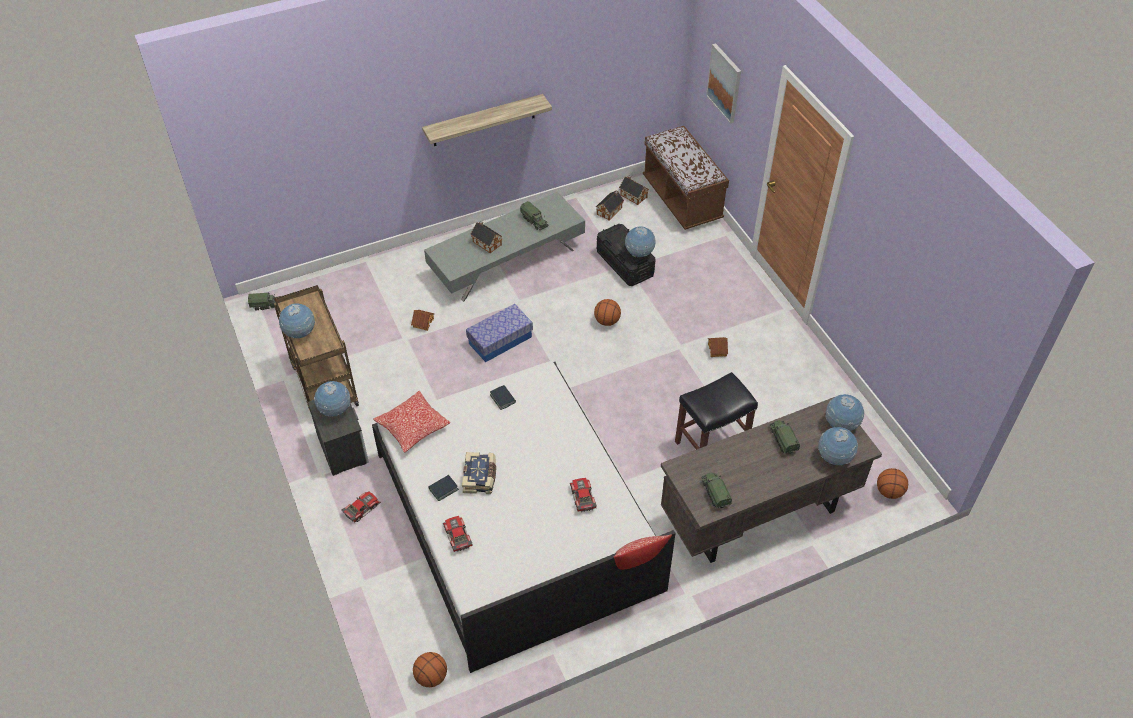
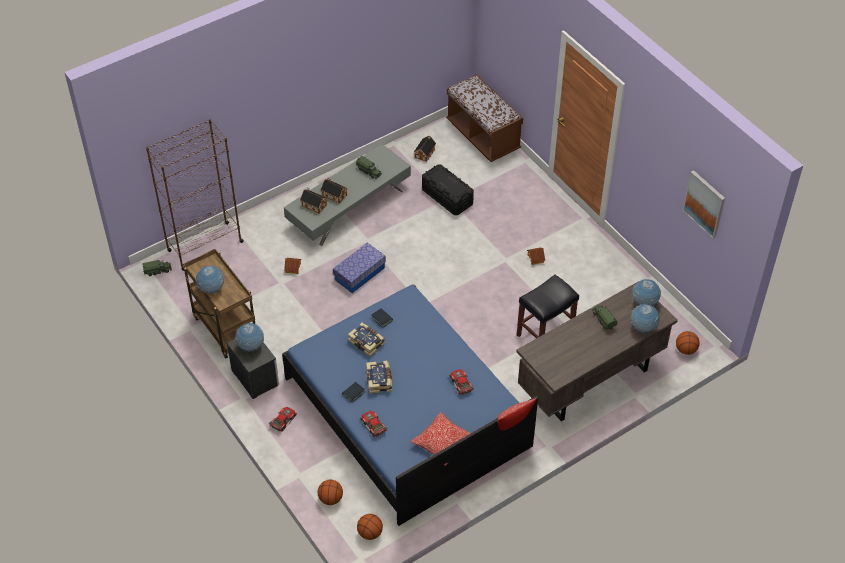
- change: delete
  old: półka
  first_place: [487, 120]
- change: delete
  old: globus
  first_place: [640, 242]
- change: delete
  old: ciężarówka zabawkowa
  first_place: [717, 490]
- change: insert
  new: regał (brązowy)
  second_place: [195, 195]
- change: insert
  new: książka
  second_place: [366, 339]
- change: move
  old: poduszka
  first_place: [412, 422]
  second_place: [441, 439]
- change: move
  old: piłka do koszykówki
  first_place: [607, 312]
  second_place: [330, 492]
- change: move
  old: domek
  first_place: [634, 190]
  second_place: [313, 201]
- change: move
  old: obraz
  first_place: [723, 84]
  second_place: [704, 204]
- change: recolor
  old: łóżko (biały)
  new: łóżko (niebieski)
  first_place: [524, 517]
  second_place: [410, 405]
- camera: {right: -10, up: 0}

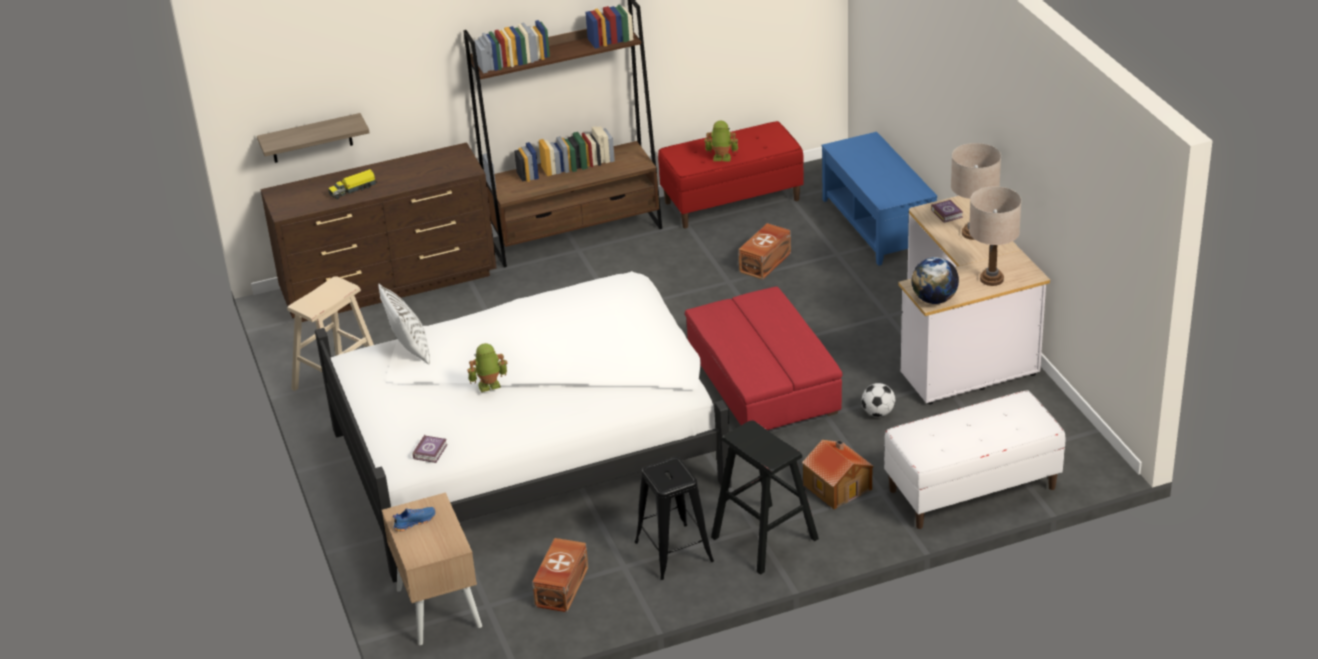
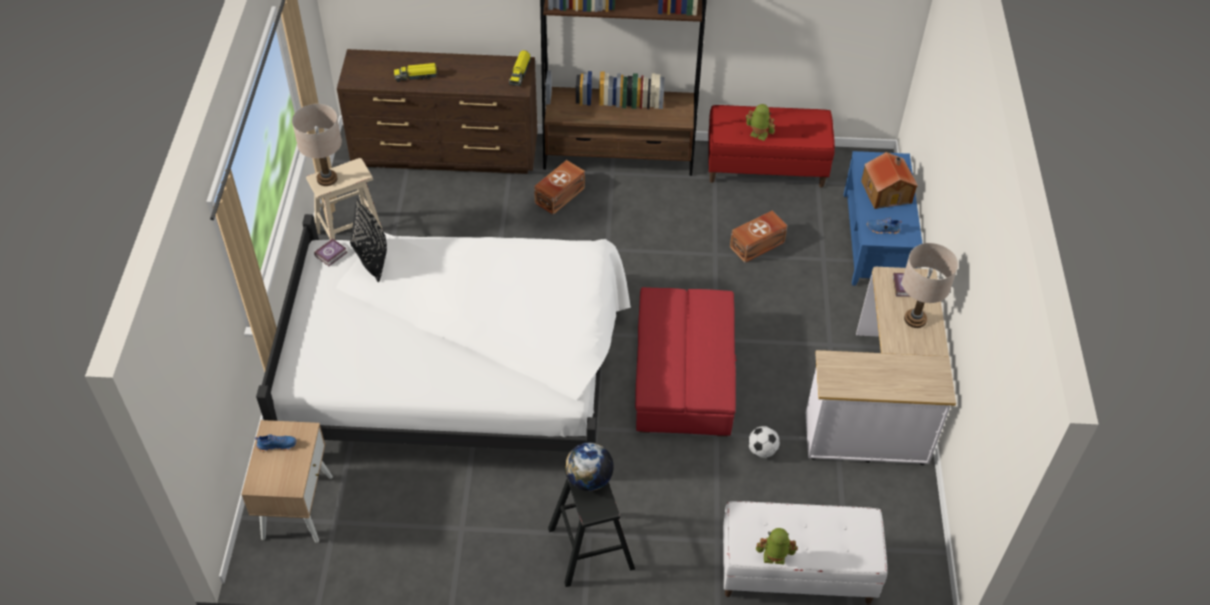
- change: delete
  old: półka
  first_place: [313, 138]
- change: delete
  old: stołek (czarny)
  first_place: [674, 518]
- change: insert
  new: ciężarówka zabawkowa
  second_place: [520, 68]
- change: insert
  new: but (niebieski)
  second_place: [884, 226]
- change: move
  old: książka
  first_place: [430, 449]
  second_place: [331, 252]
- change: move
  old: robot zabawkowy
  first_place: [487, 367]
  second_place: [777, 546]
- change: move
  old: pojemnik do przechowywania (brązowy)
  first_place: [560, 575]
  second_place: [559, 187]
- change: move
  old: domek
  first_place: [837, 475]
  second_place: [889, 180]
- change: move
  old: globus
  first_place: [935, 280]
  second_place: [589, 466]
- change: move
  old: lampa stołowa (beżowy)
  first_place: [995, 236]
  second_place: [317, 145]
- change: recolor
  old: poduszka (biały)
  new: poduszka (czarny)
  first_place: [404, 324]
  second_place: [368, 240]
- camera: {right: 20, up: 15}

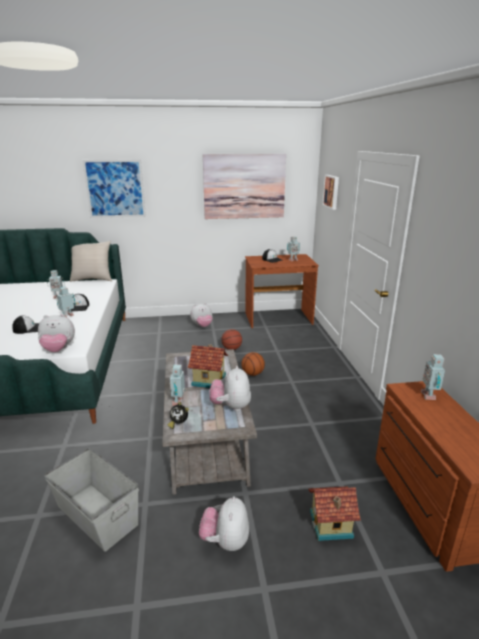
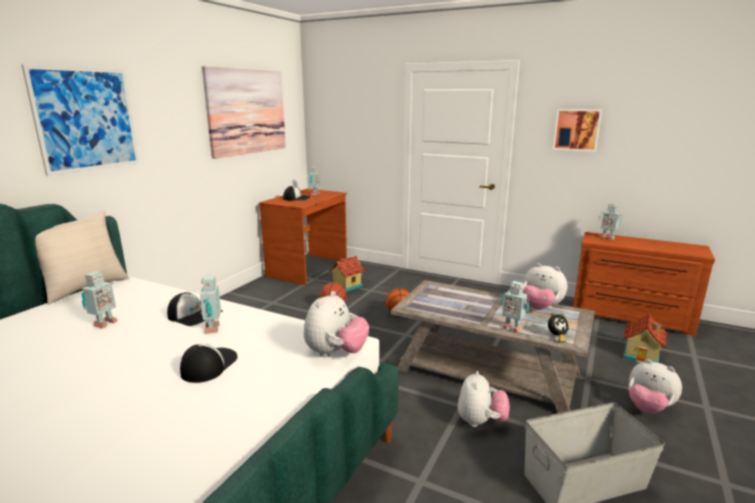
- change: move
  old: domek
  first_place: [208, 366]
  second_place: [347, 274]
- change: move
  old: pluszak
  first_place: [201, 315]
  second_place: [484, 399]
- change: move
  old: obraz
  first_place: [331, 192]
  second_place: [577, 130]
- camera: {right: -55, up: -5}

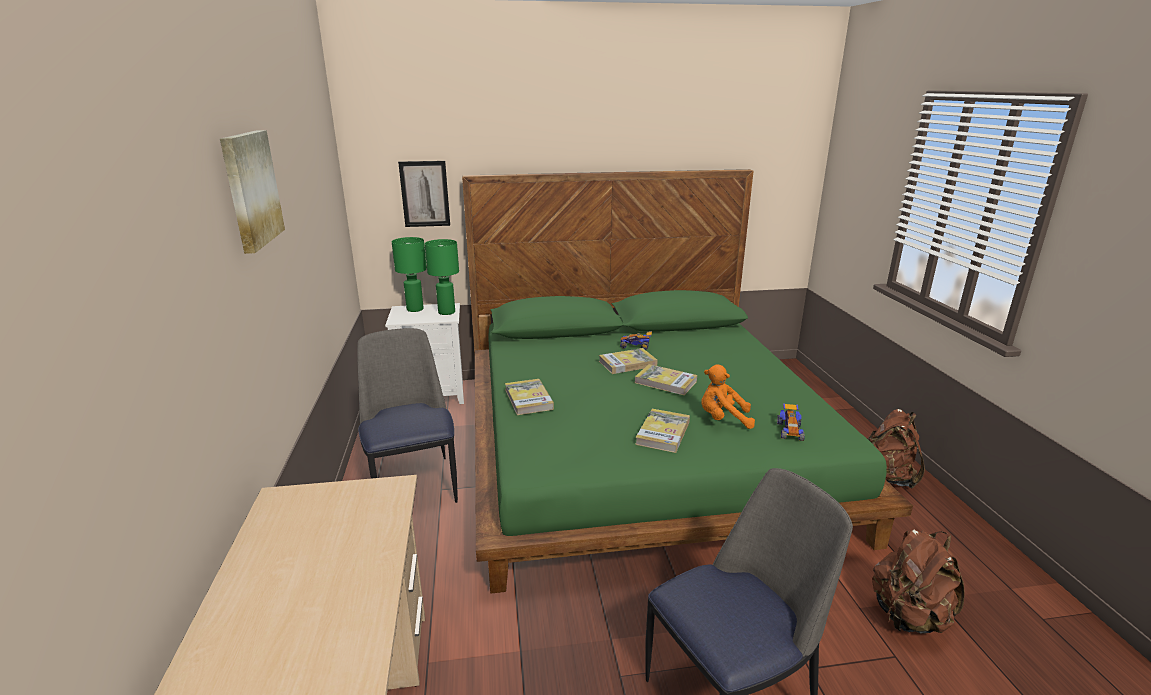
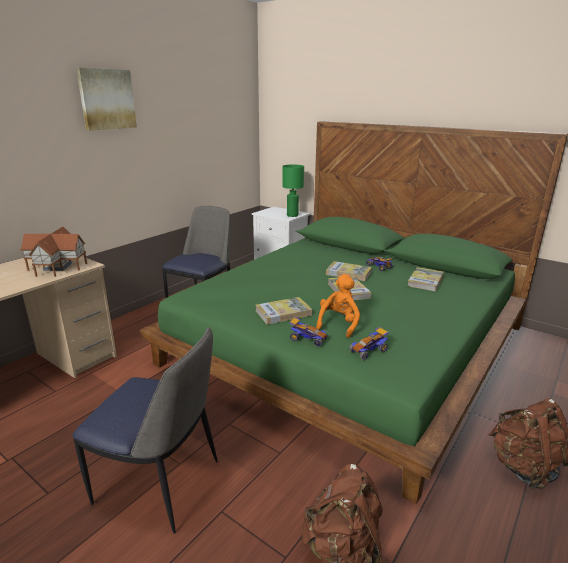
- change: delete
  old: lampa stołowa (zielony)
  first_place: [409, 274]
- change: delete
  old: obraz
  first_place: [424, 194]
- change: insert
  new: domek
  second_place: [53, 252]
- change: insert
  new: samochodzik
  second_place: [308, 332]
- change: move
  old: książka
  first_place: [529, 397]
  second_place: [425, 279]
- change: rotate
  old: pluszak (pomarańczowy)
  first_place: [728, 396]
  second_place: [338, 306]
  degrees: 60
- camera: {right: 45, up: 0}

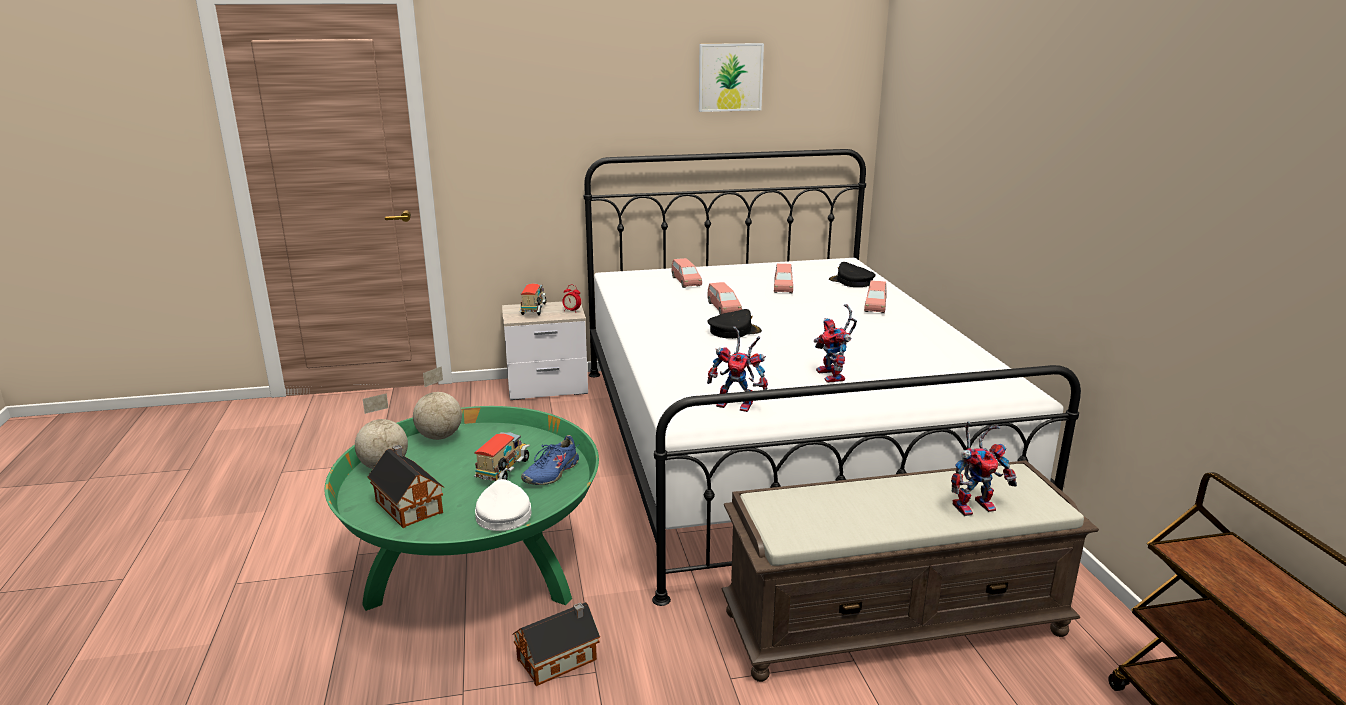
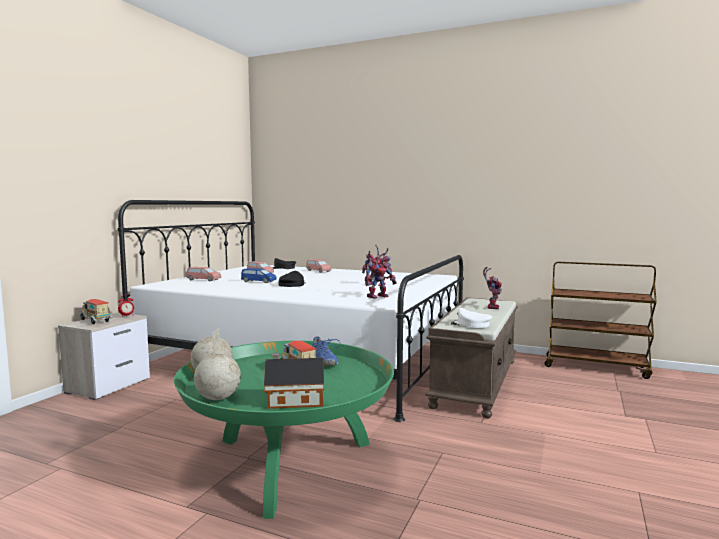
- change: delete
  old: domek
  first_place: [556, 644]
- change: delete
  old: obraz
  first_place: [731, 77]
- change: move
  old: czapka z daszkiem (biały)
  first_place: [503, 505]
  second_place: [470, 318]
- change: recolor
  old: samochodzik (różowy)
  new: samochodzik (niebieski)
  first_place: [724, 298]
  second_place: [259, 275]
- camera: {right: -55, up: -15}

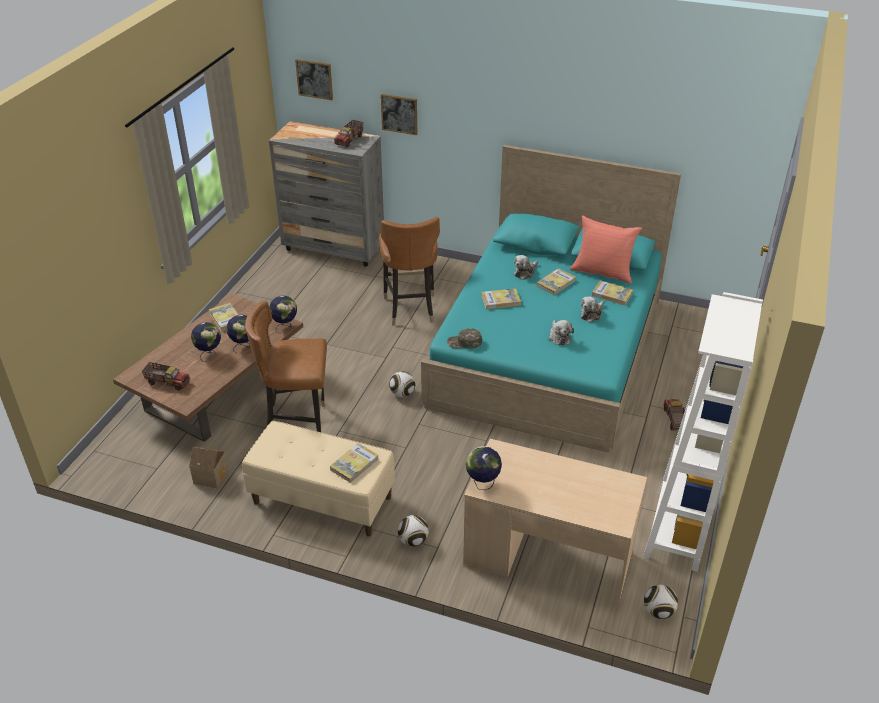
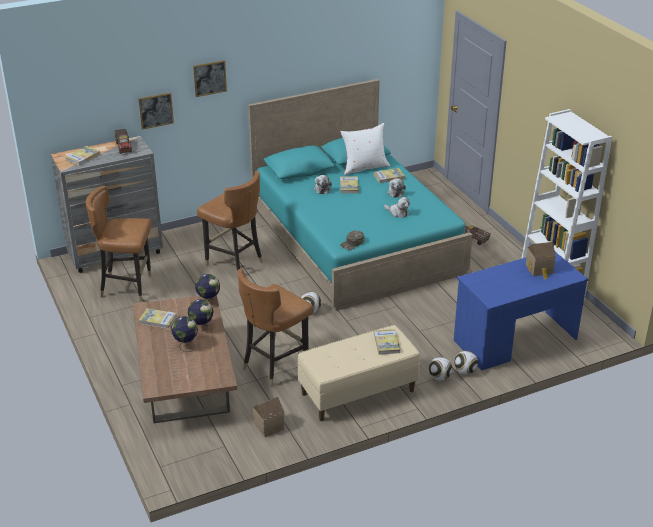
- change: delete
  old: ciężarówka zabawkowa
  first_place: [166, 376]
- change: delete
  old: globus
  first_place: [484, 468]
- change: insert
  new: krzesło (brązowy)
  second_place: [119, 244]
- change: insert
  new: domek
  second_place: [541, 260]
- change: move
  old: obraz
  first_place: [314, 79]
  second_place: [210, 78]
- change: move
  old: książka
  first_place: [501, 298]
  second_place: [83, 156]
- change: move
  old: piłka futbolowa
  first_place: [661, 602]
  second_place: [466, 362]
- change: recolor
  old: biurko (beżowy)
  new: biurko (niebieski)
  first_place: [555, 524]
  second_place: [521, 311]
- change: recolor
  old: poduszka (czerwony)
  new: poduszka (biały)
  first_place: [606, 250]
  second_place: [365, 149]
- camera: {right: -45, up: -5}

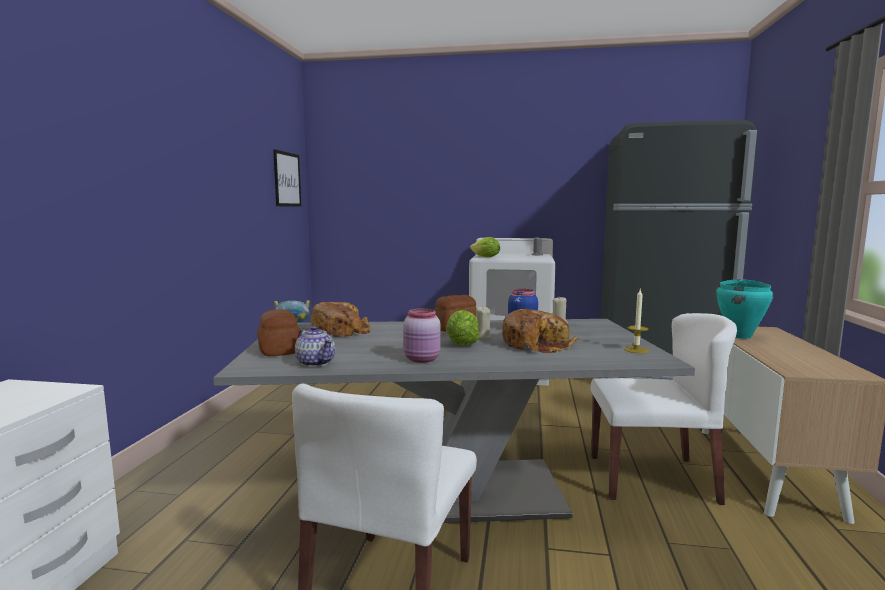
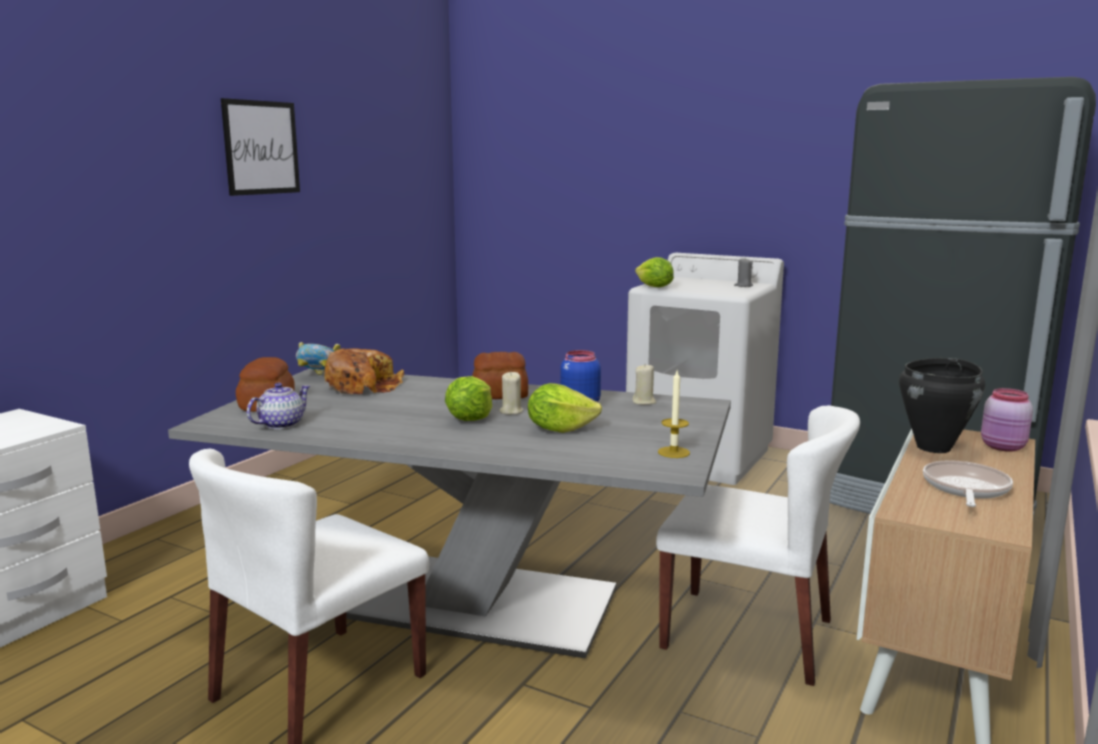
- change: insert
  new: patelnia
  second_place: [968, 483]
- change: move
  old: obraz
  first_place: [287, 178]
  second_place: [260, 147]
- change: move
  old: słoik (różowy)
  first_place: [422, 335]
  second_place: [1007, 420]
- change: replace
  old: chleb
  new: sałata
  first_place: [539, 331]
  second_place: [565, 408]
- change: recolor
  old: garnek (turkusowy)
  new: garnek (czarny)
  first_place: [744, 309]
  second_place: [942, 405]
- change: rotate
  old: imbryk
  first_place: [315, 346]
  second_place: [278, 406]
  degrees: -120
- camera: {right: 20, up: 5}

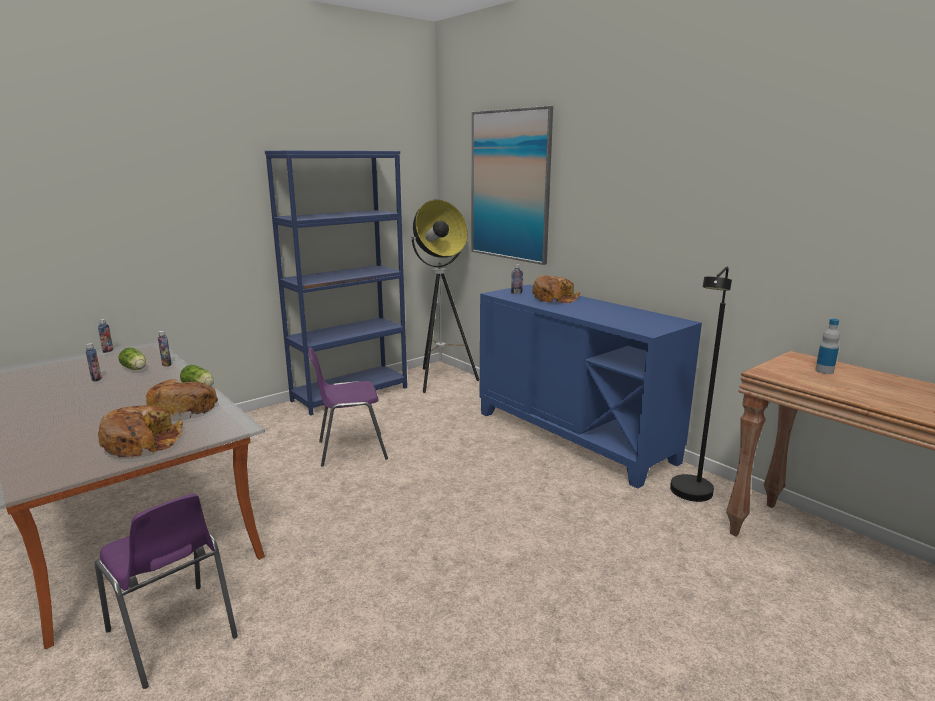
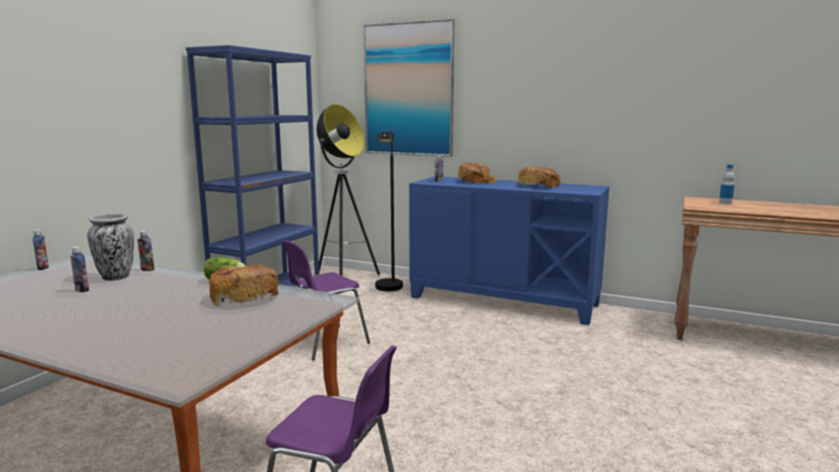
- change: move
  old: chleb
  first_place: [140, 431]
  second_place: [538, 177]
- change: move
  old: lampa stojąca (czarny)
  first_place: [701, 384]
  second_place: [389, 210]
- change: replace
  old: sałata
  new: wazon
  first_place: [132, 358]
  second_place: [110, 247]
- camera: {right: -25, up: -5}

